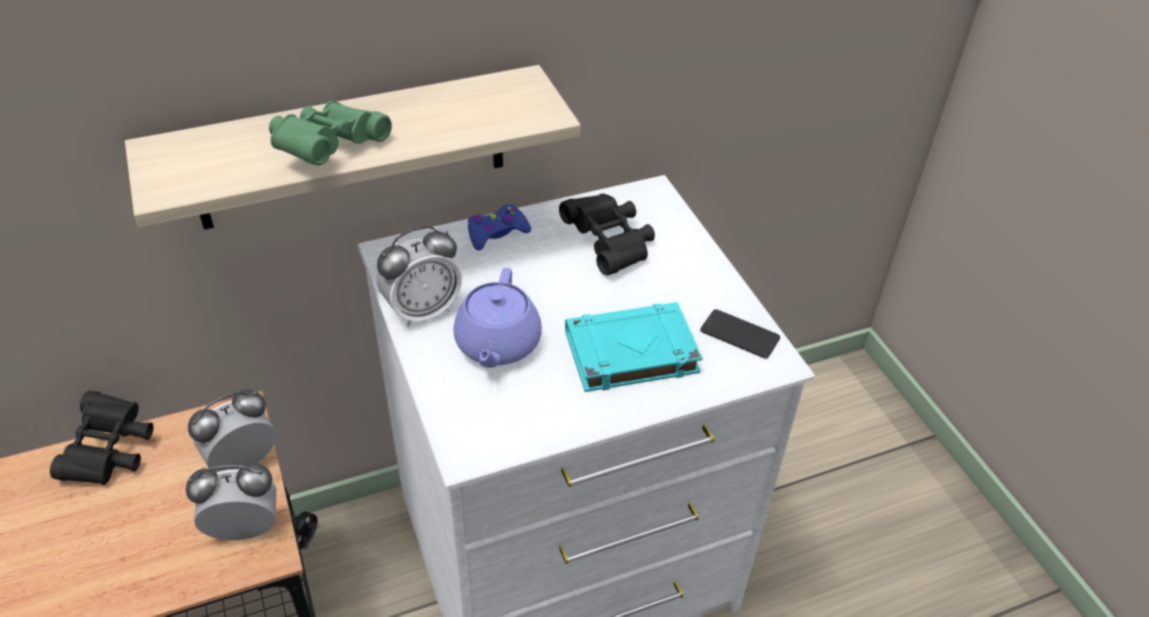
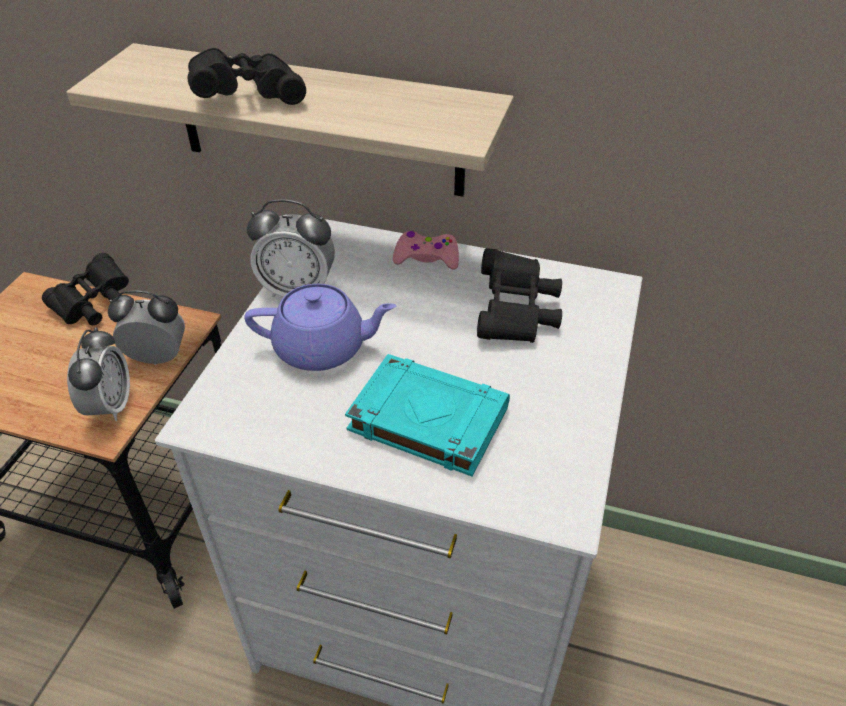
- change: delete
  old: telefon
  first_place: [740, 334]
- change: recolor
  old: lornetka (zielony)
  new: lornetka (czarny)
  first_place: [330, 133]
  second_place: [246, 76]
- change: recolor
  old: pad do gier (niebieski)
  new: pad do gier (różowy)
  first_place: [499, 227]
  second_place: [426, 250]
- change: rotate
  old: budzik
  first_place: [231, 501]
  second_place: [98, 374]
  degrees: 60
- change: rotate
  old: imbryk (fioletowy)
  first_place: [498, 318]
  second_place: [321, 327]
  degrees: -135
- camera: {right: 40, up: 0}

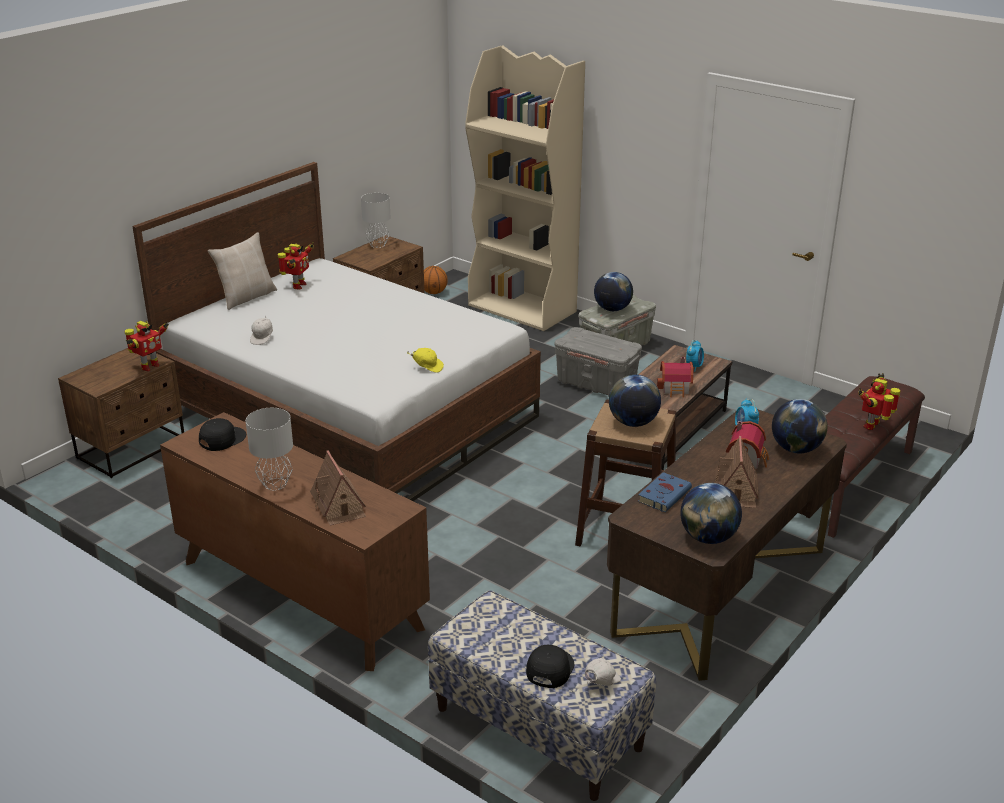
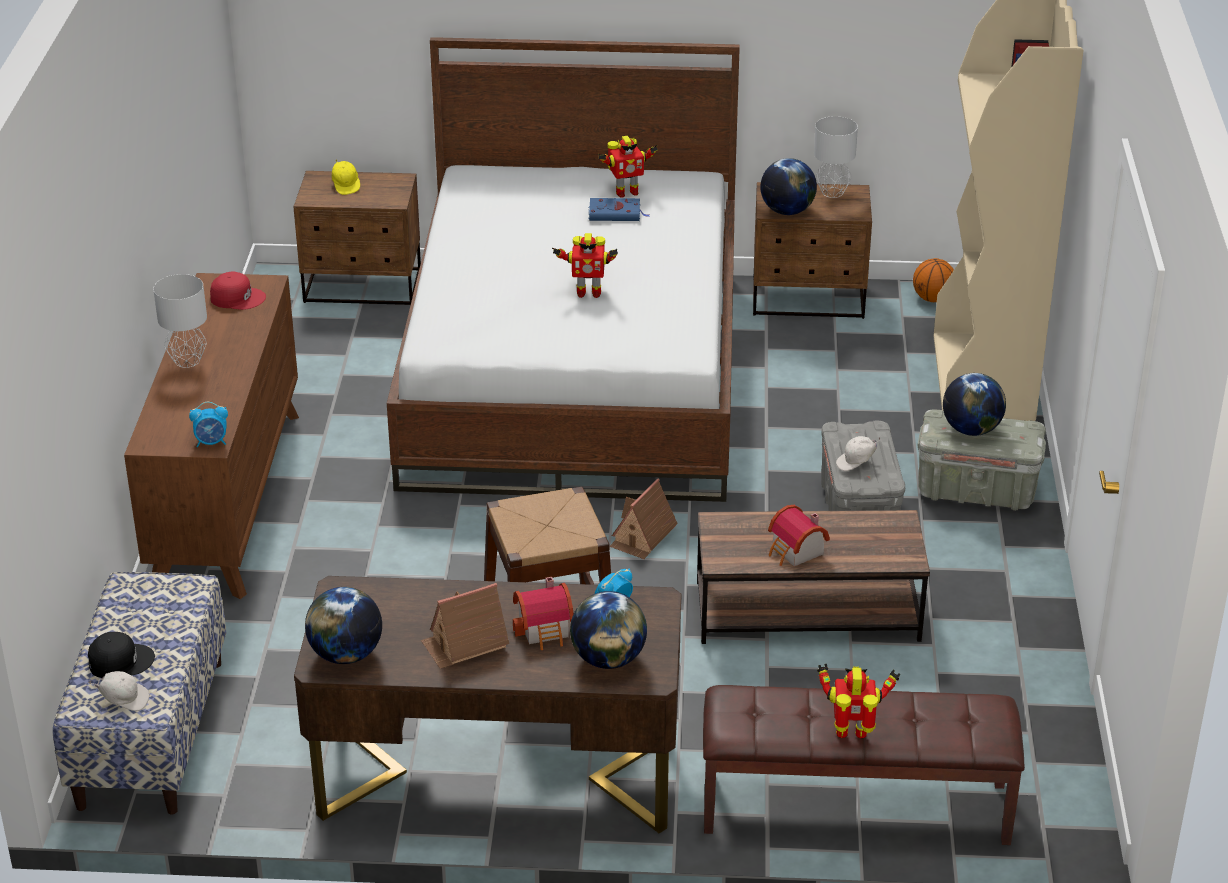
- change: delete
  old: poduszka (beżowy)
  first_place: [242, 271]
- change: move
  old: robot zabawkowy
  first_place: [147, 346]
  second_place: [585, 265]
- change: move
  old: czapka z daszkiem (biały)
  first_place: [261, 331]
  second_place: [858, 453]
- change: move
  old: domek
  first_place: [338, 488]
  second_place: [643, 518]
- change: move
  old: czapka z daszkiem (żółty)
  first_place: [425, 360]
  second_place: [346, 177]
- change: move
  old: globus
  first_place: [635, 400]
  second_place: [788, 186]
- change: move
  old: książka (niebieski)
  first_place: [665, 492]
  second_place: [619, 209]
- change: move
  old: budzik
  first_place: [695, 356]
  second_place: [208, 424]
- change: recolor
  old: czapka z daszkiem (czarny)
  new: czapka z daszkiem (czerwony)
  first_place: [222, 434]
  second_place: [238, 291]
- camera: {right: 55, up: 5}

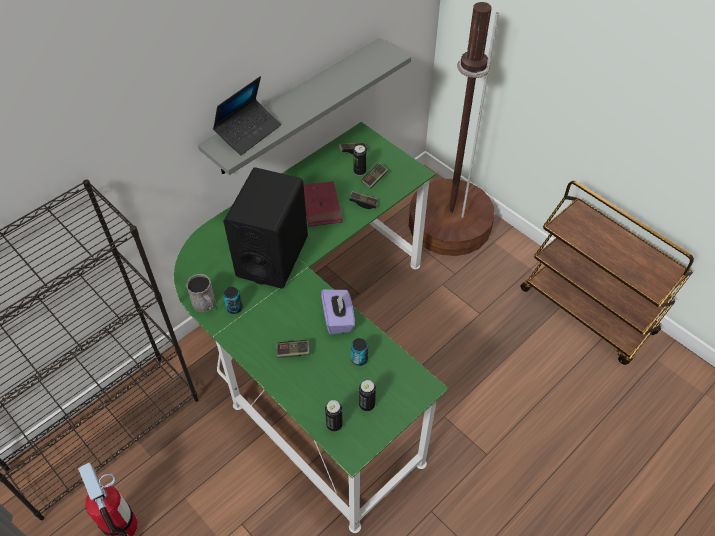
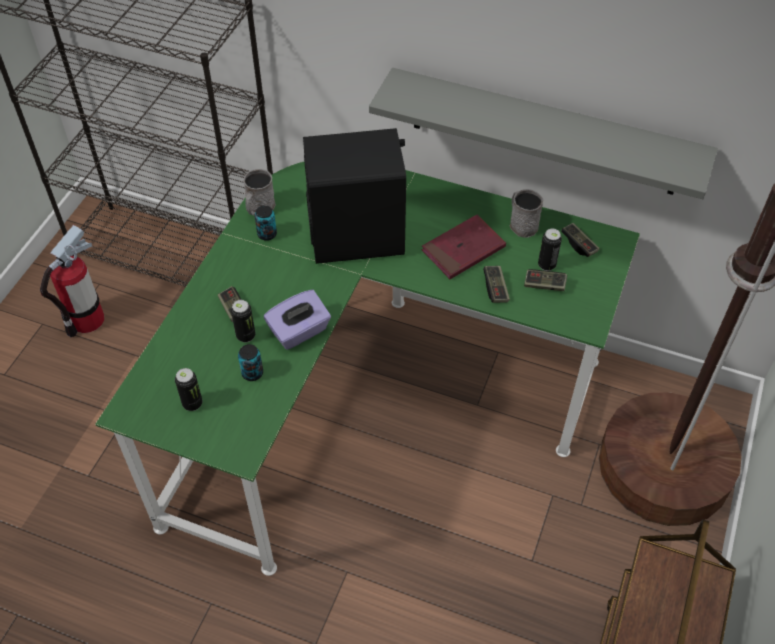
- change: delete
  old: laptop
  first_place: [247, 115]
- change: insert
  new: kubek (szary)
  second_place: [526, 213]
- change: move
  old: puszka
  first_place: [334, 416]
  second_place: [243, 321]
- camera: {right: 65, up: 0}

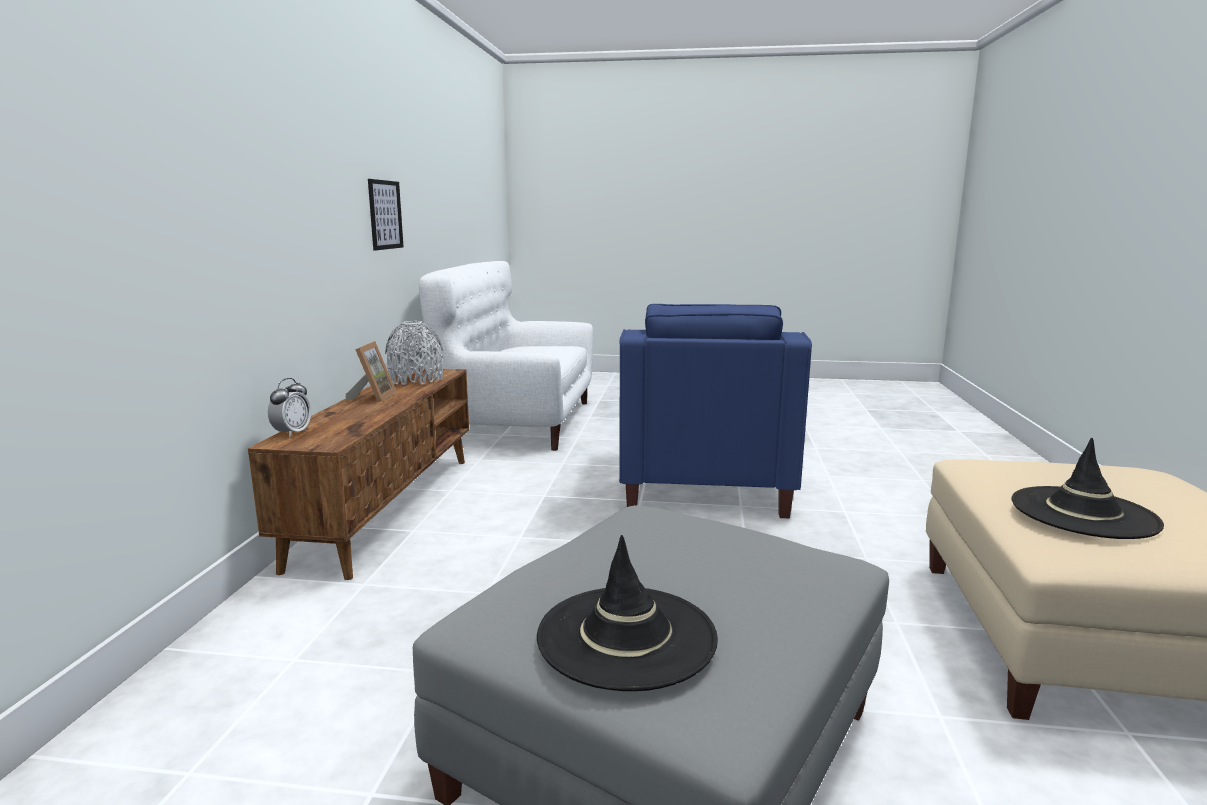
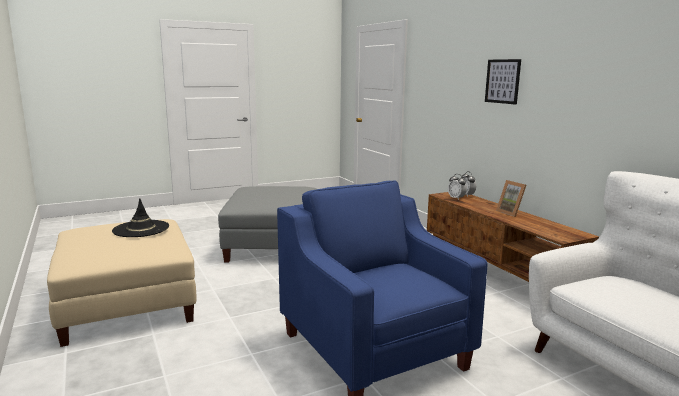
- change: delete
  old: wazon (szary)
  first_place: [414, 353]
- change: delete
  old: kapelusz (czarny)
  first_place: [627, 613]
- change: insert
  new: budzik
  second_place: [457, 187]
- change: move
  old: obraz
  first_place: [386, 214]
  second_place: [503, 82]
- camera: {right: 145, up: 0}

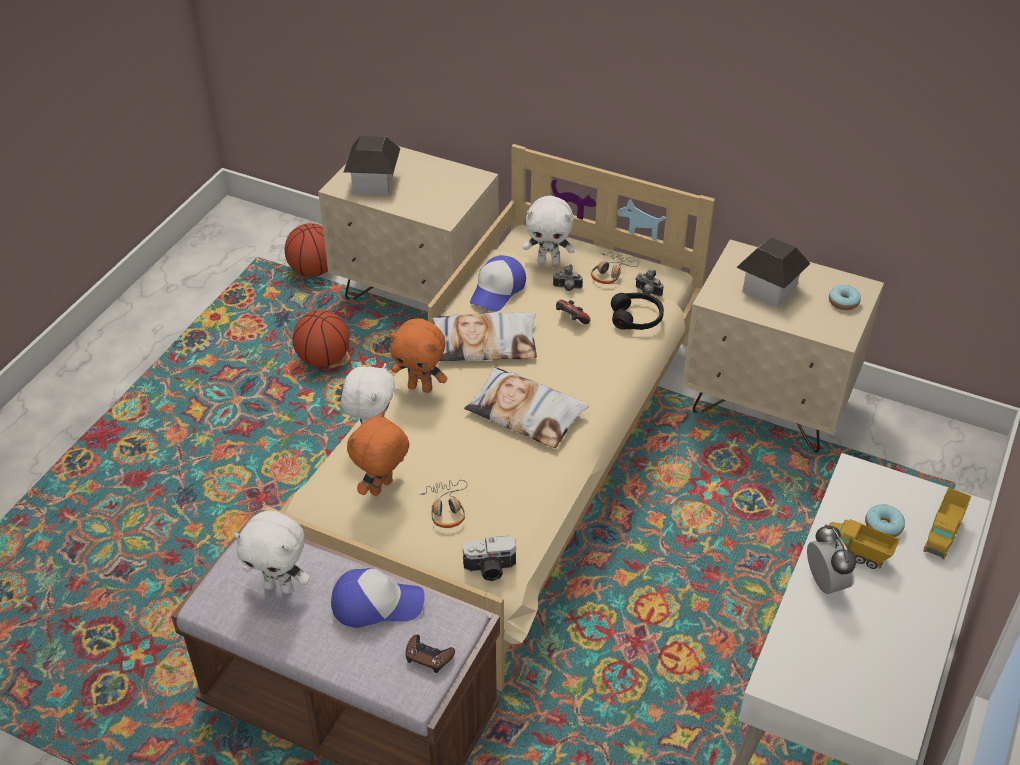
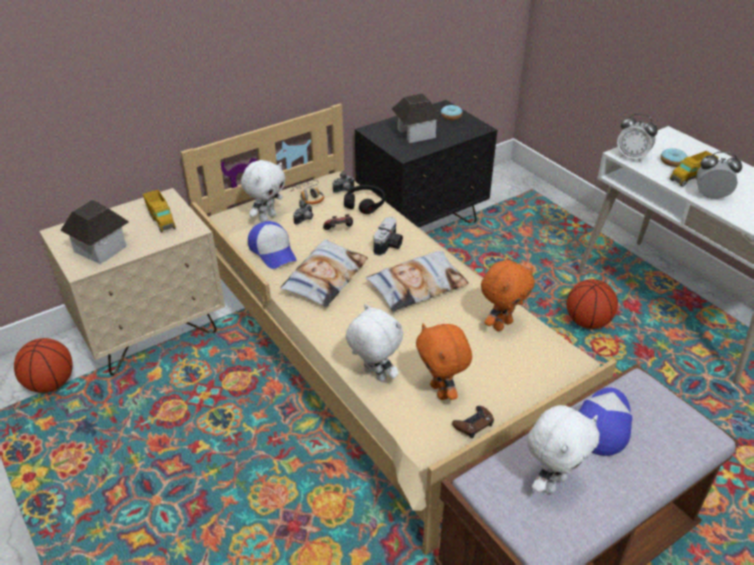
- change: delete
  old: słuchawki
  first_place: [443, 504]
- change: insert
  new: budzik
  second_place: [637, 138]
- change: move
  old: piłka do koszykówki
  first_place: [321, 338]
  second_place: [592, 304]
- change: move
  old: pluszak (pomarańczowy)
  first_place: [418, 355]
  second_place: [508, 295]
- change: move
  old: pad do gier (brązowy)
  first_place: [430, 653]
  second_place: [473, 422]
- change: move
  old: aparat fotograficzny
  first_place: [489, 558]
  second_place: [388, 236]
- change: move
  old: ciężarówka zabawkowa
  first_place: [947, 524]
  second_place: [159, 211]
- change: recolor
  old: szafka nocna (beżowy)
  new: szafka nocna (czarny)
  first_place: [783, 346]
  second_place: [426, 164]
- camera: {right: -60, up: -5}

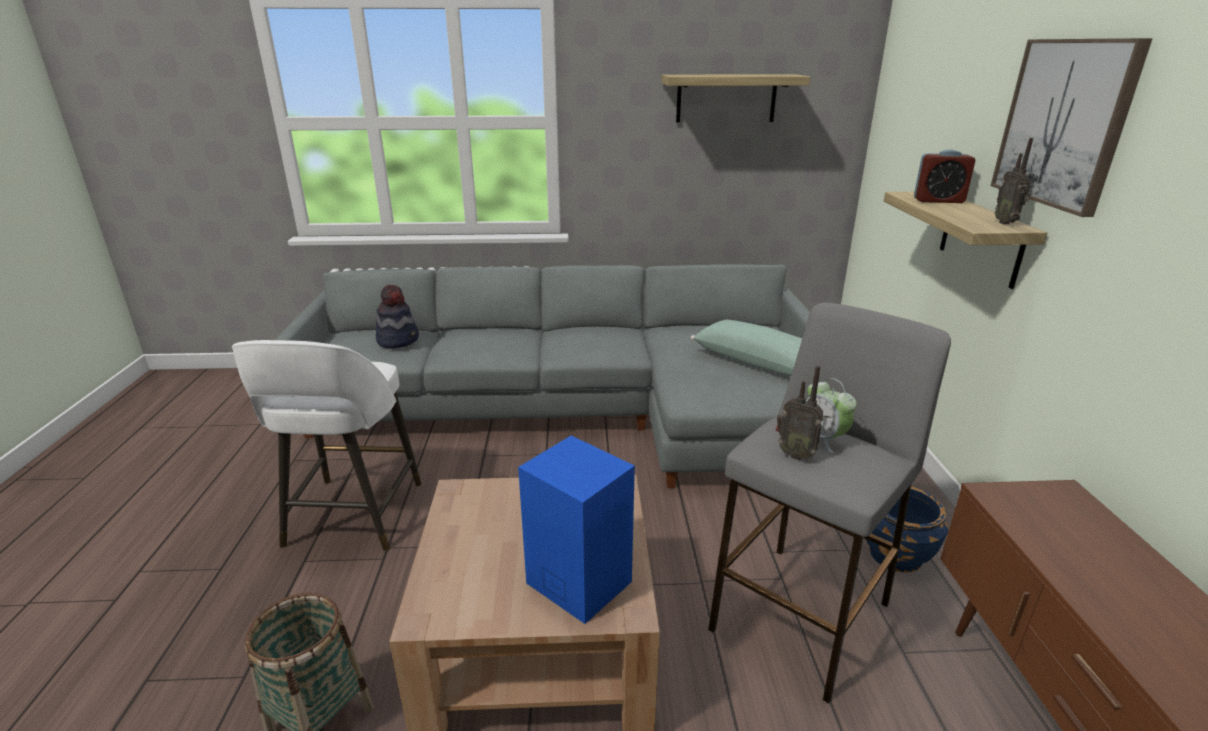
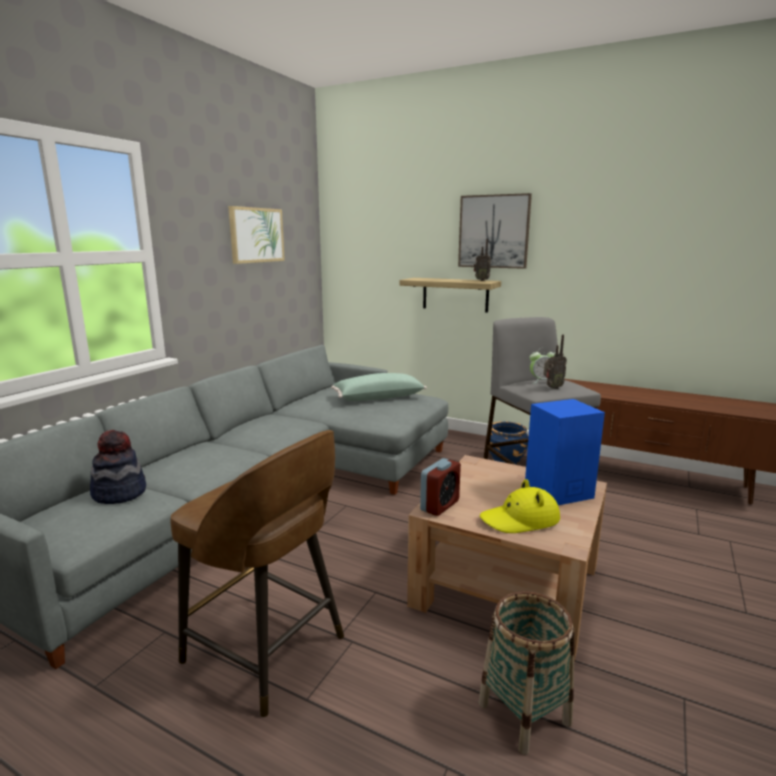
- change: insert
  new: kapelusz (żółty)
  second_place: [520, 506]
- change: move
  old: budzik
  first_place: [945, 176]
  second_place: [440, 487]
- change: replace
  old: półka
  new: obraz
  first_place: [735, 98]
  second_place: [256, 235]
- change: recolor
  old: stołek (biały)
  new: stołek (brązowy)
  first_place: [326, 445]
  second_place: [257, 573]
- camera: {right: -60, up: -10}

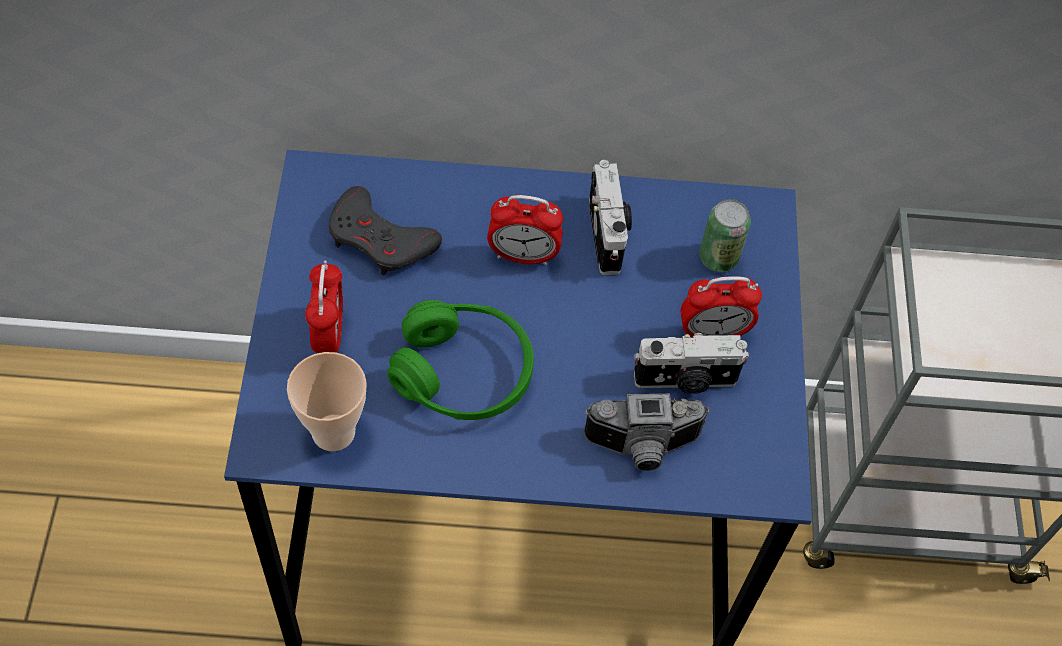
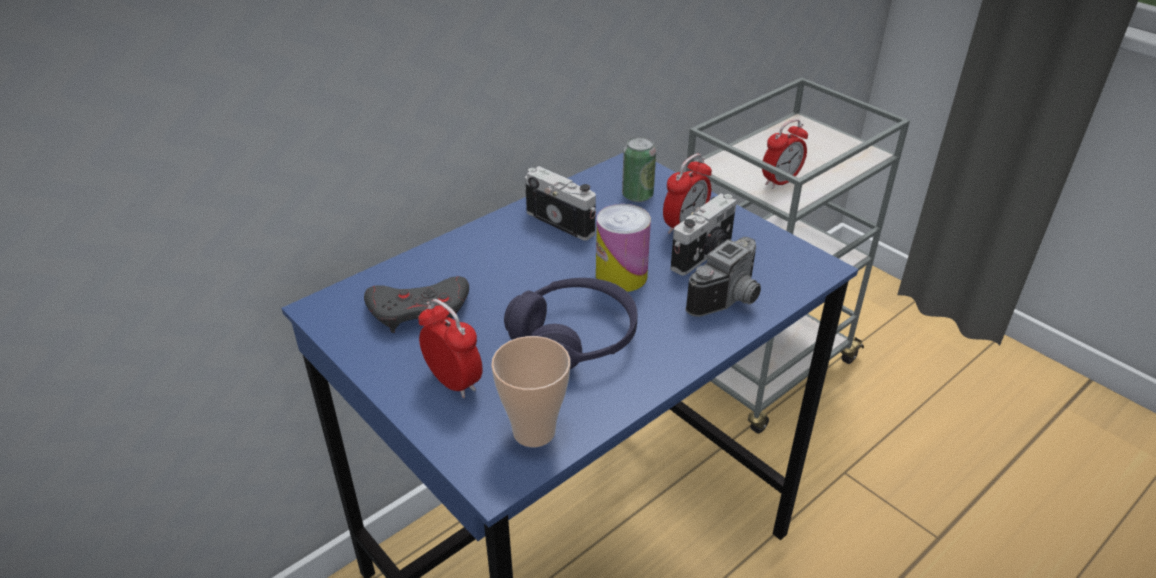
- change: insert
  new: puszka
  second_place: [623, 248]
- change: move
  old: budzik
  first_place: [525, 230]
  second_place: [785, 154]
- change: recolor
  old: słuchawki (zielony)
  new: słuchawki (fioletowy)
  first_place: [461, 360]
  second_place: [571, 324]
- camera: {right: -40, up: -20}

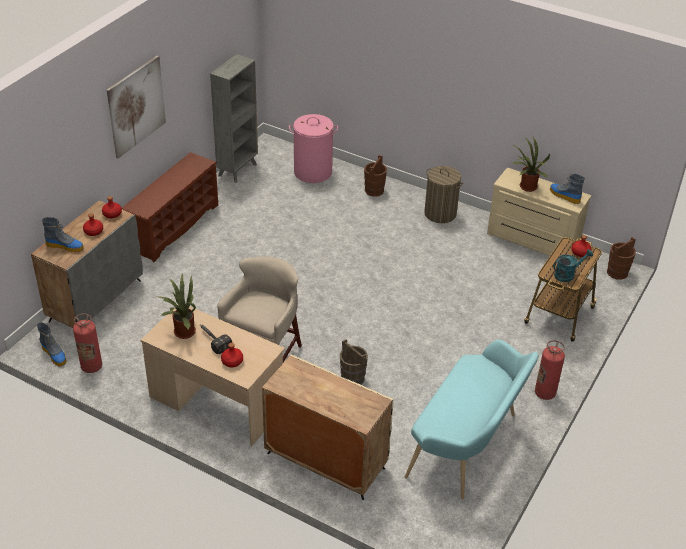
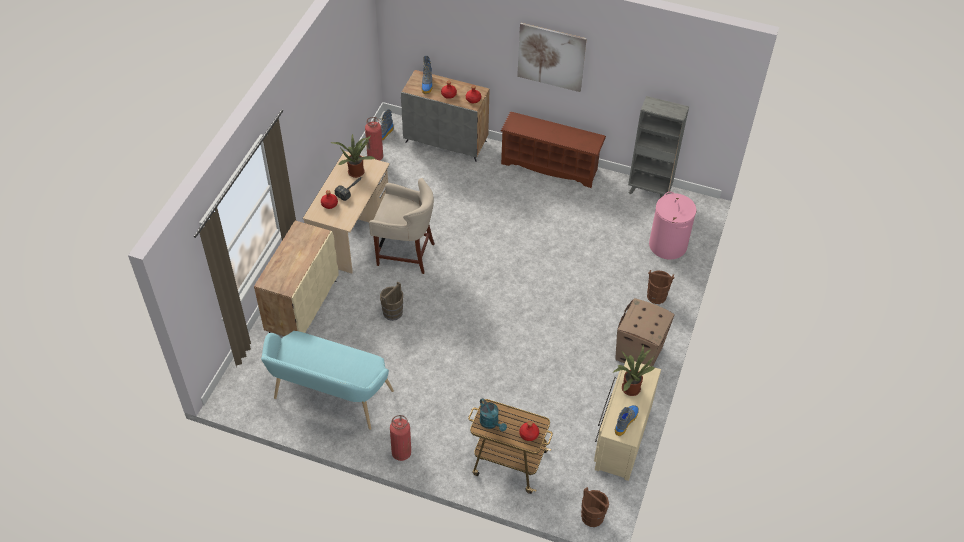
- change: replace
  old: kosz na pranie
  new: karton
  first_place: [443, 194]
  second_place: [645, 332]
- camera: {right: 80, up: 10}

